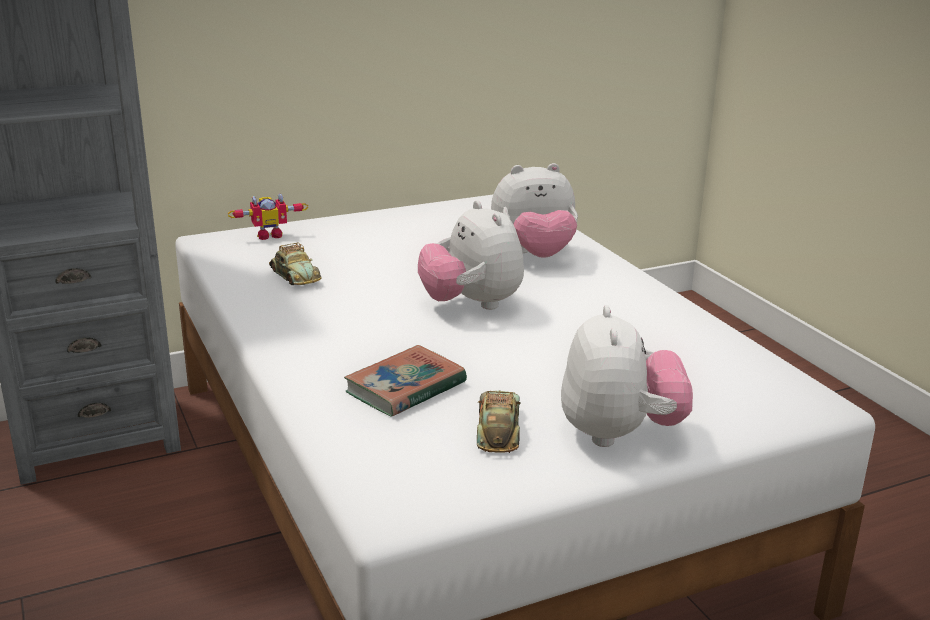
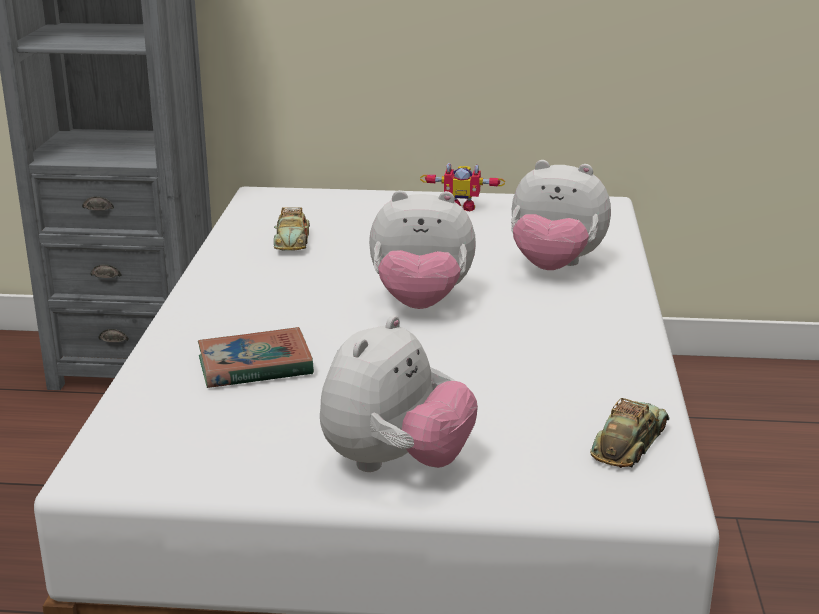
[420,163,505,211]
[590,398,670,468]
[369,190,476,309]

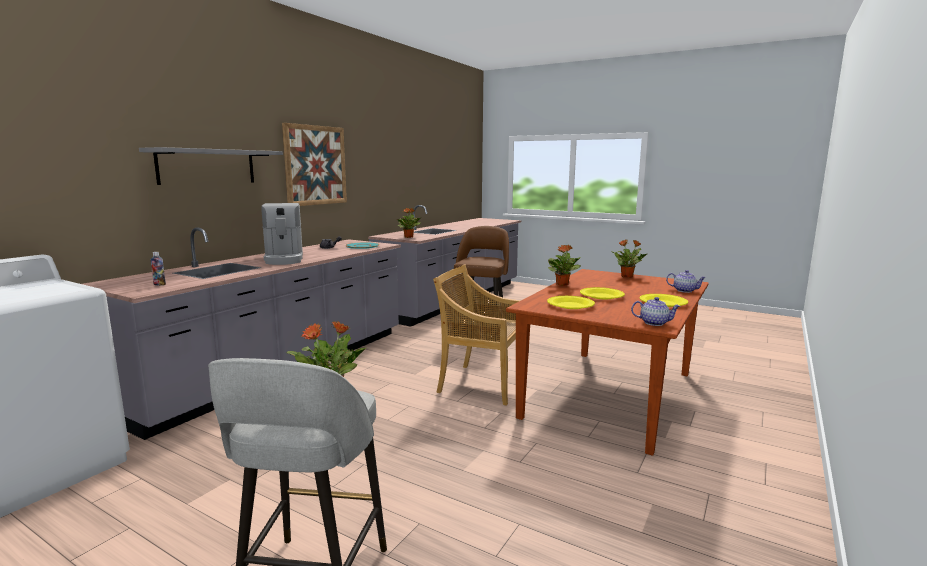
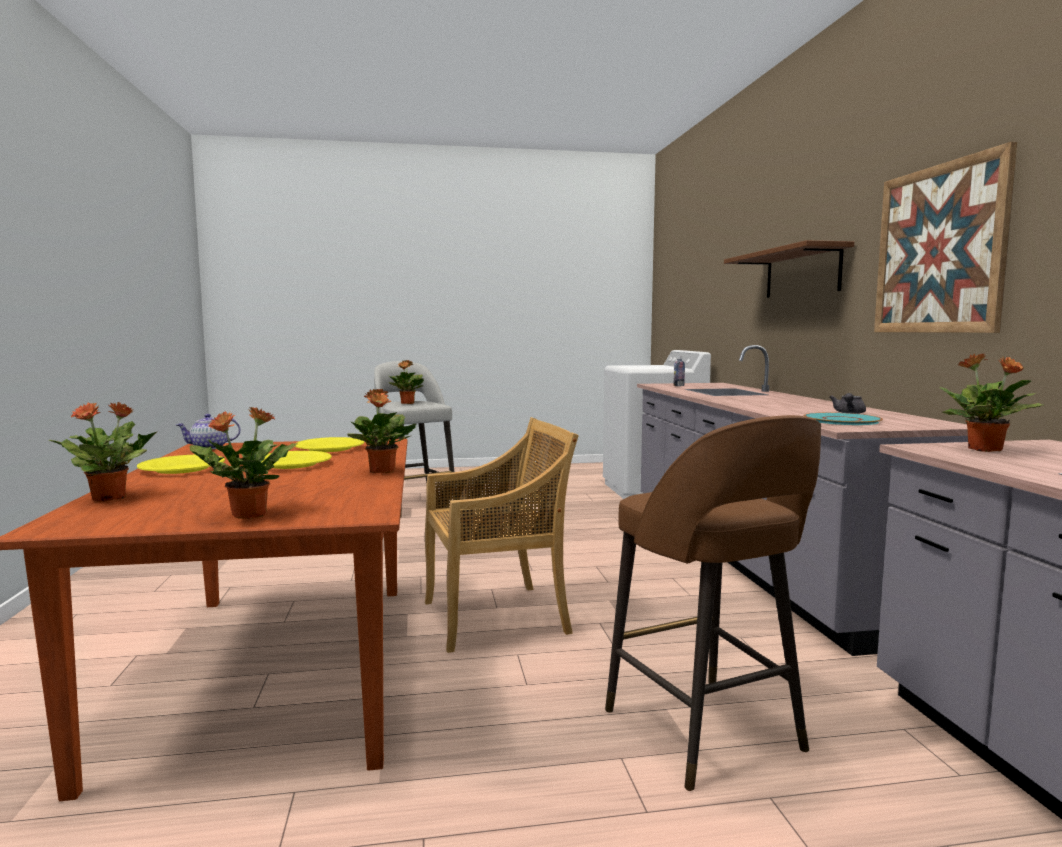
[261,203,303,265] (first image)
[49,402,157,502]
[724,240,854,298]

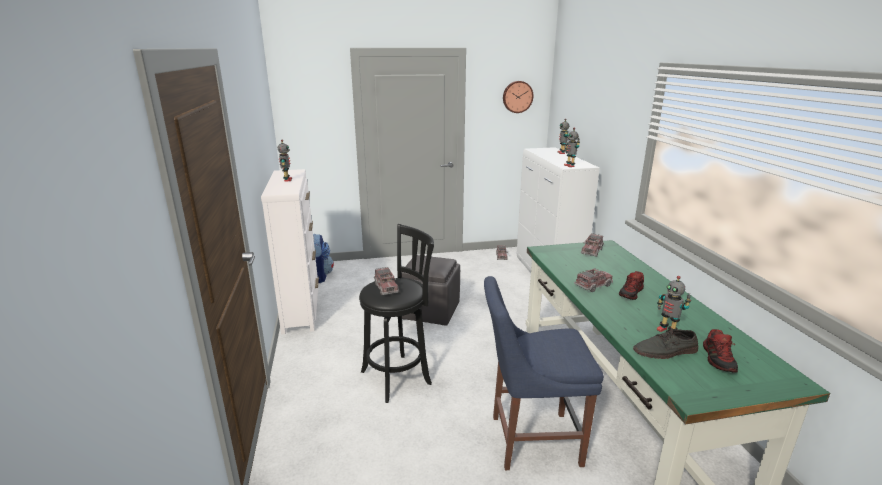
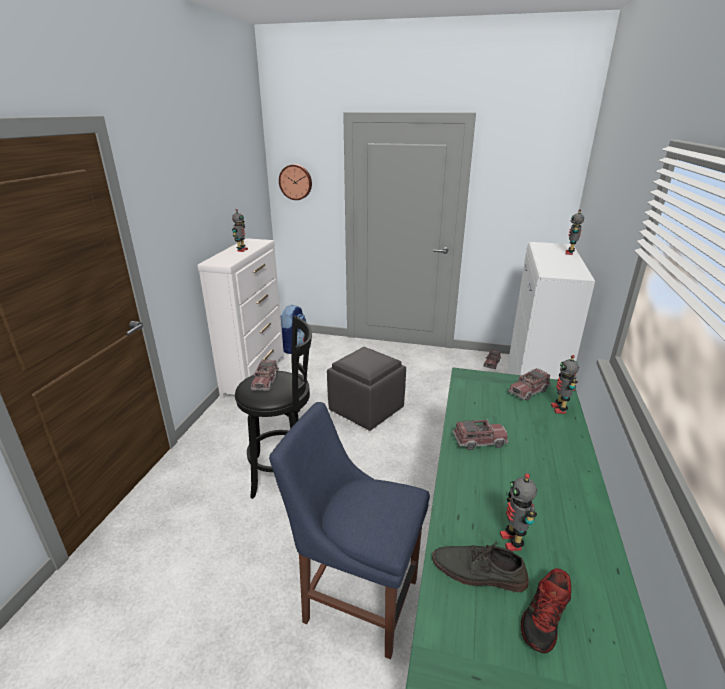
[619,271,644,300] (first image)
[279,164,312,200]
[551,355,579,414]

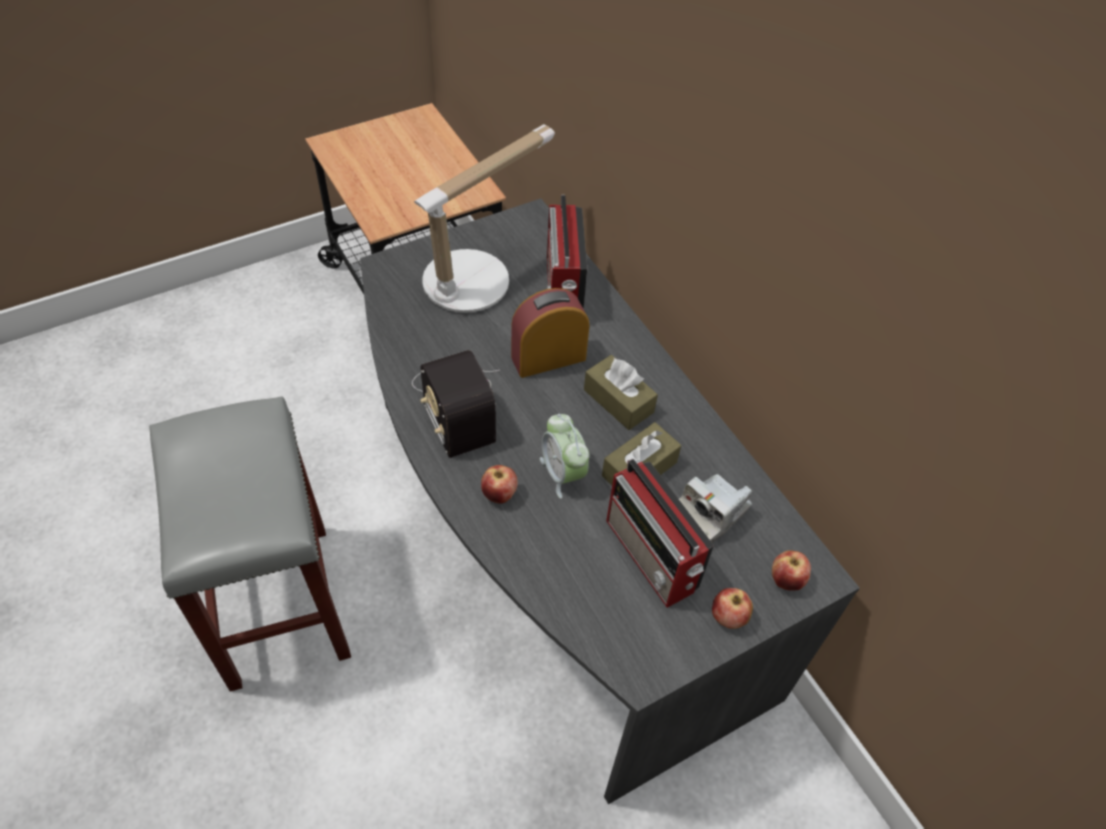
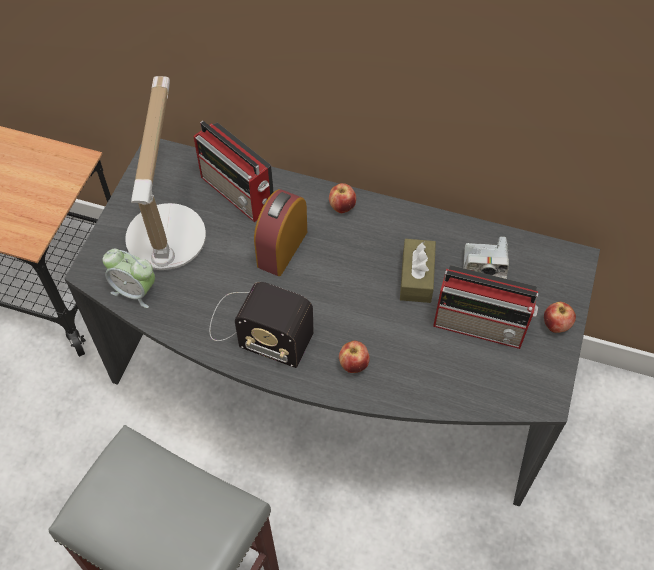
[584,355,658,430] (first image)
[102,249,155,308]
[329,183,356,213]

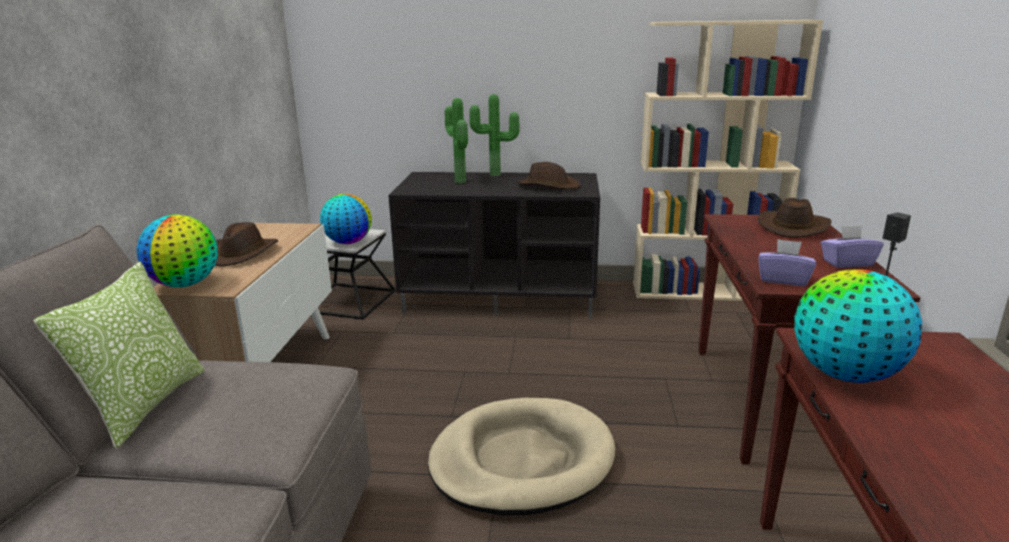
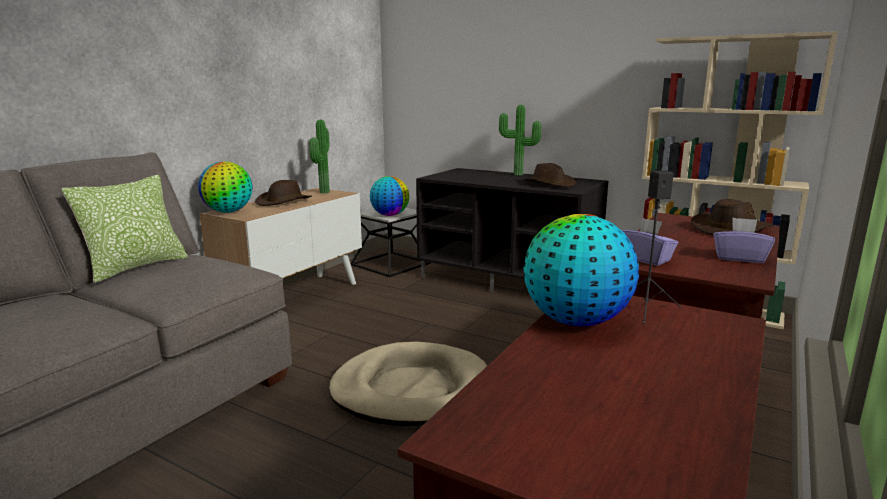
[309,120,330,193]

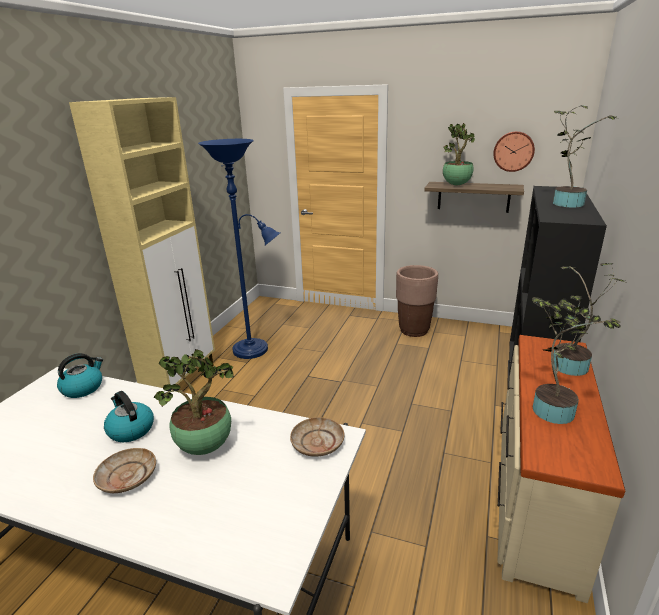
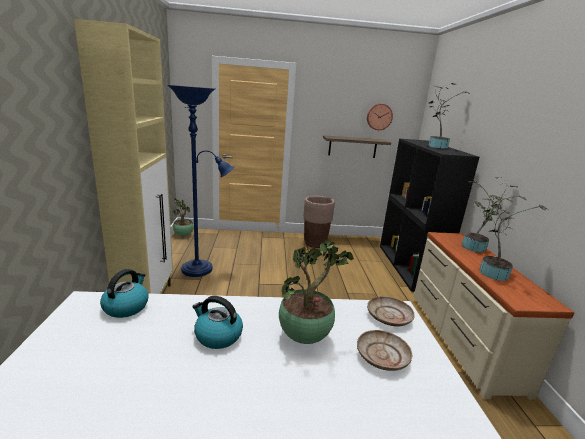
[357,330,412,371]
[173,199,194,236]

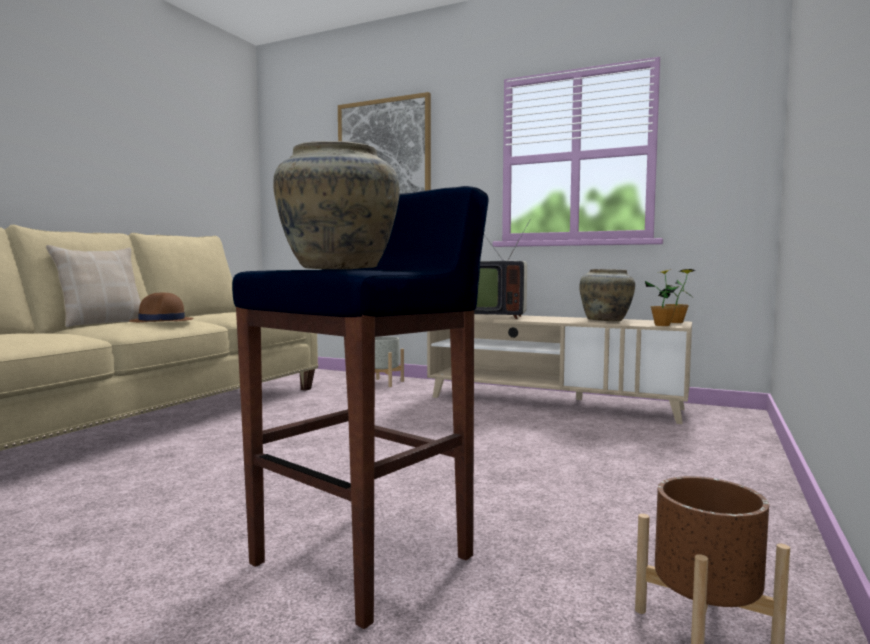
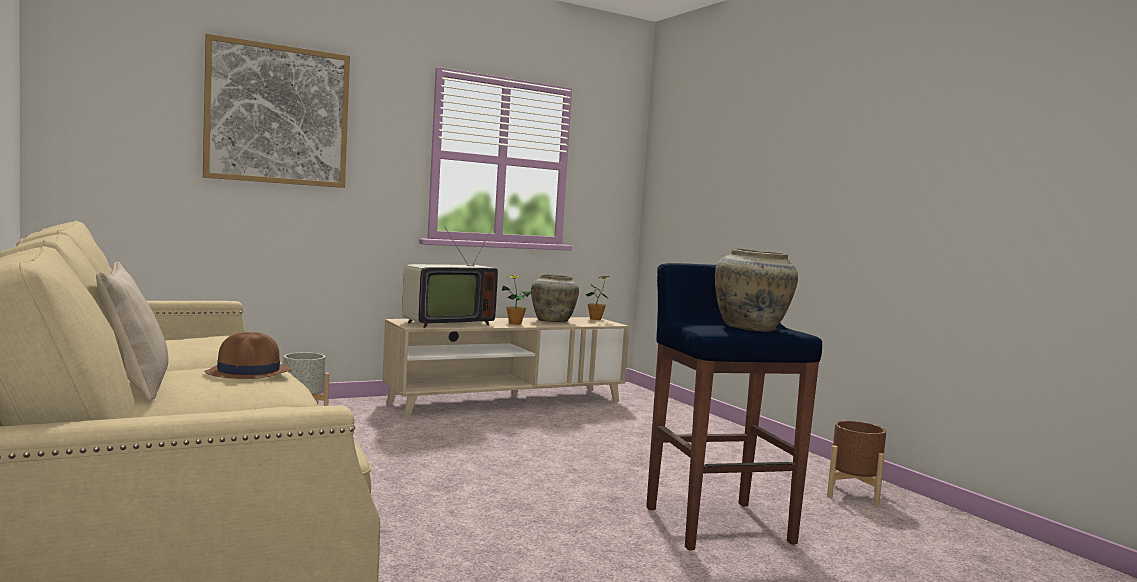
[502,275,532,325]

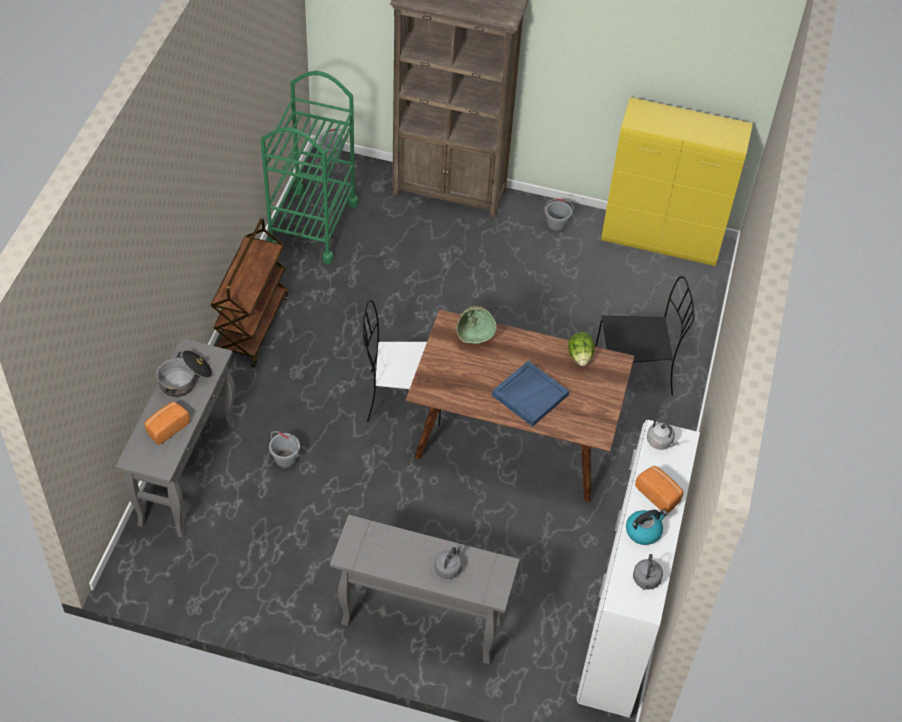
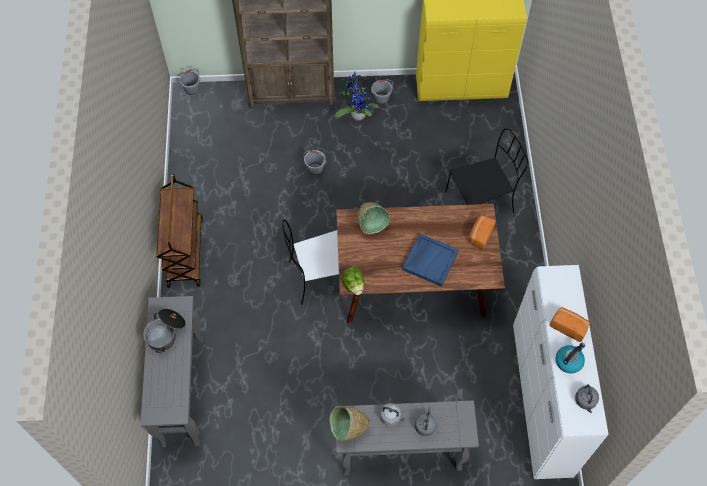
[261,71,358,264] (first image)
[329,406,370,441]
[335,72,379,121]
[468,216,496,250]
[303,150,326,175]
[342,267,364,295]
[380,403,406,426]

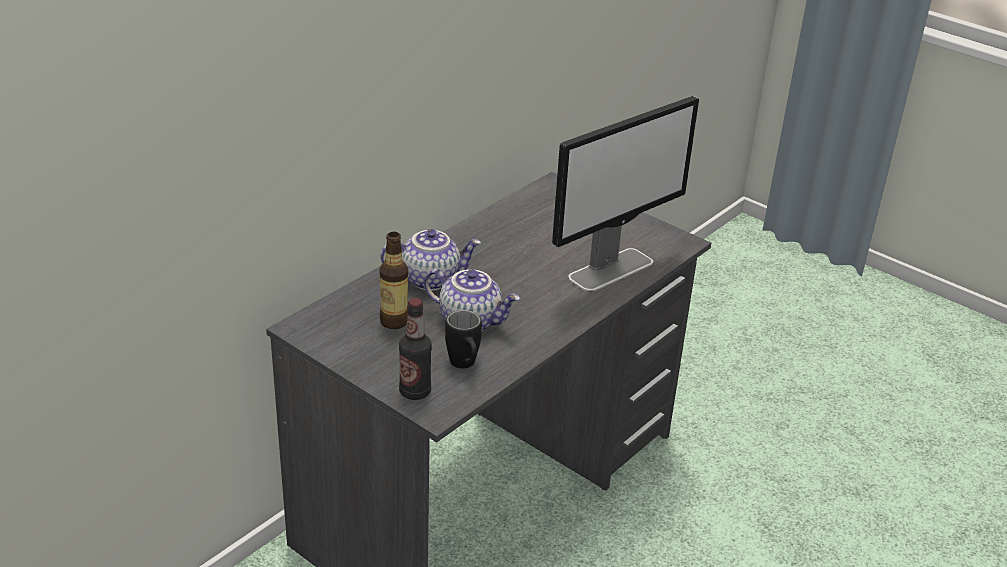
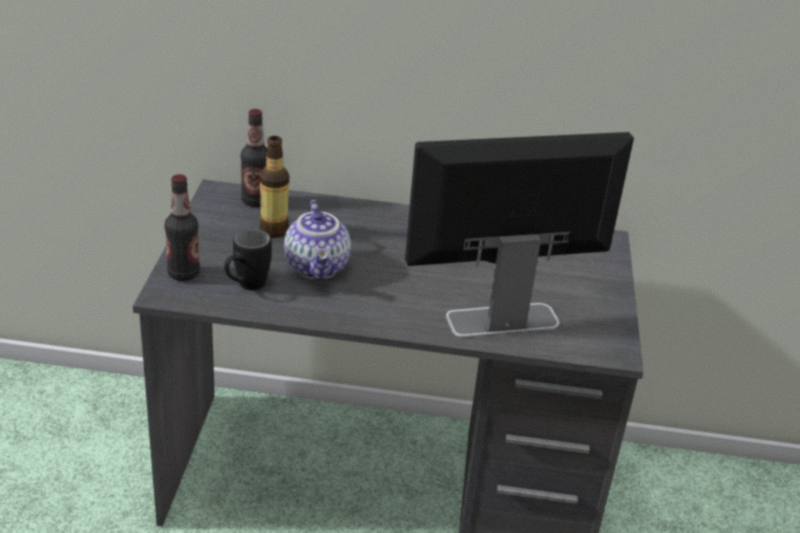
[380,229,481,291] (first image)
[241,109,267,207]
[405,132,634,337]

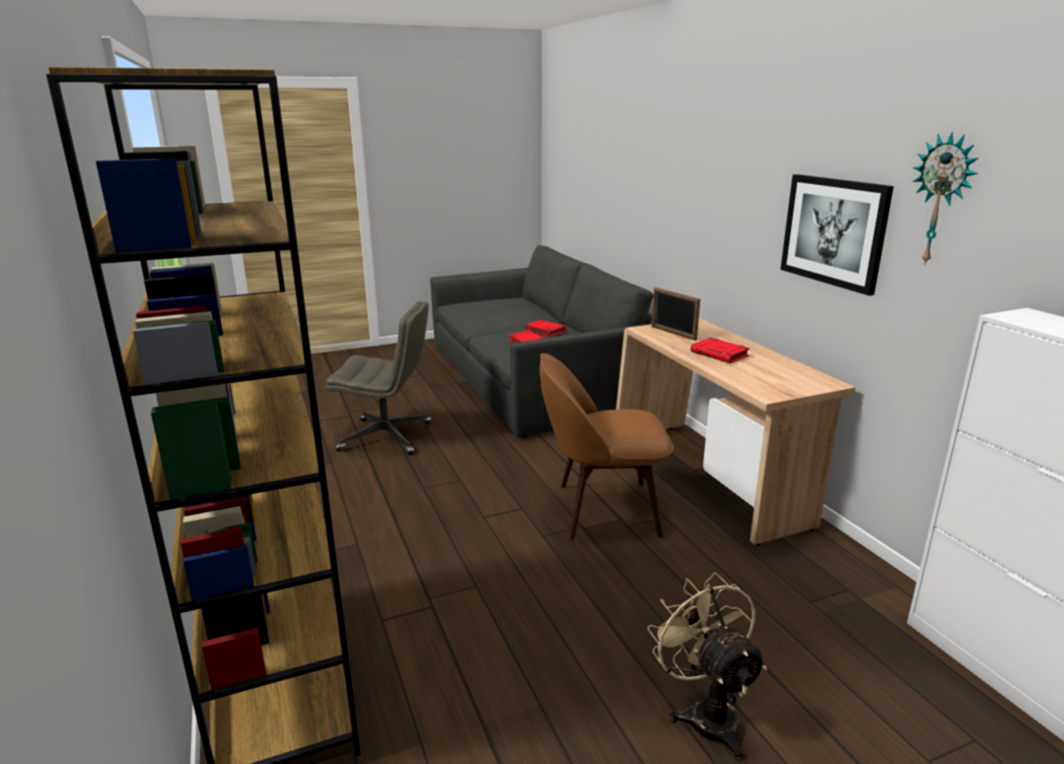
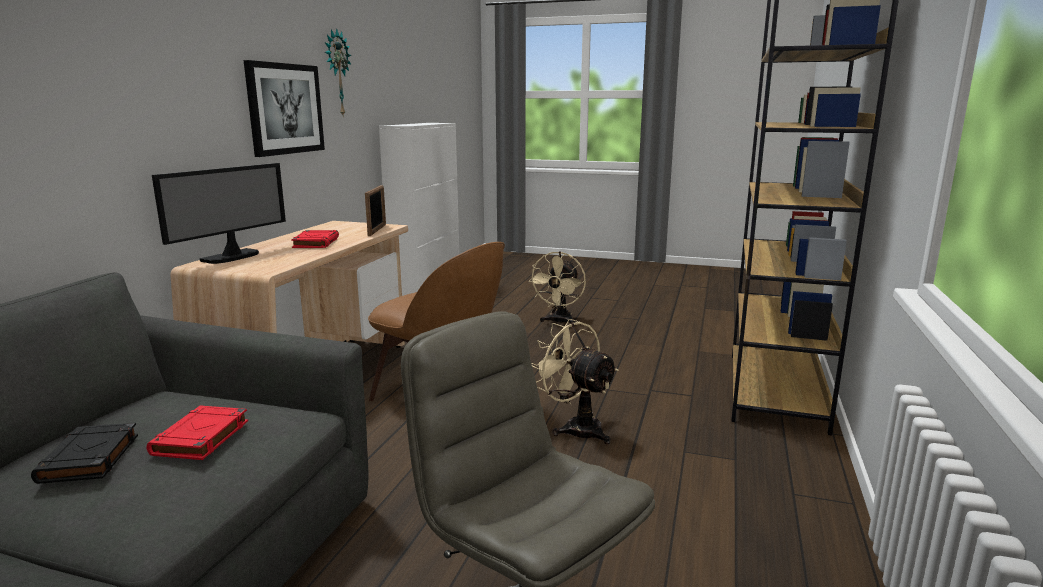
[152,163,286,264]
[531,319,619,444]
[365,185,386,236]
[31,423,138,484]

